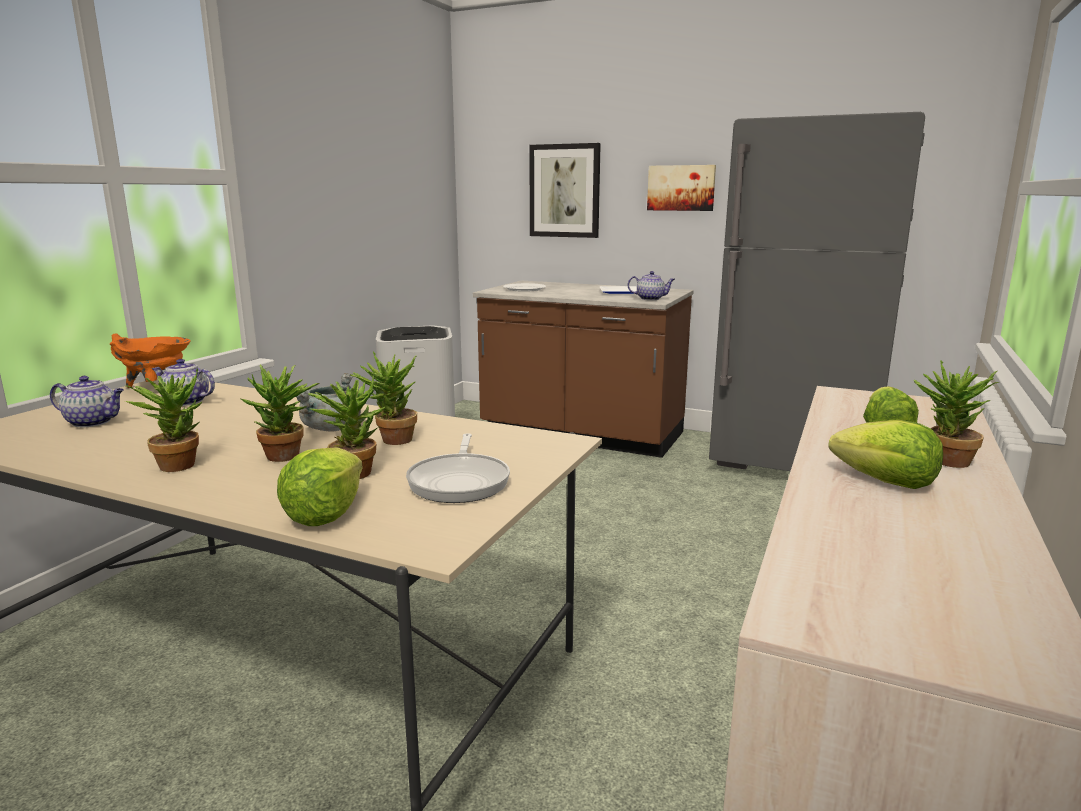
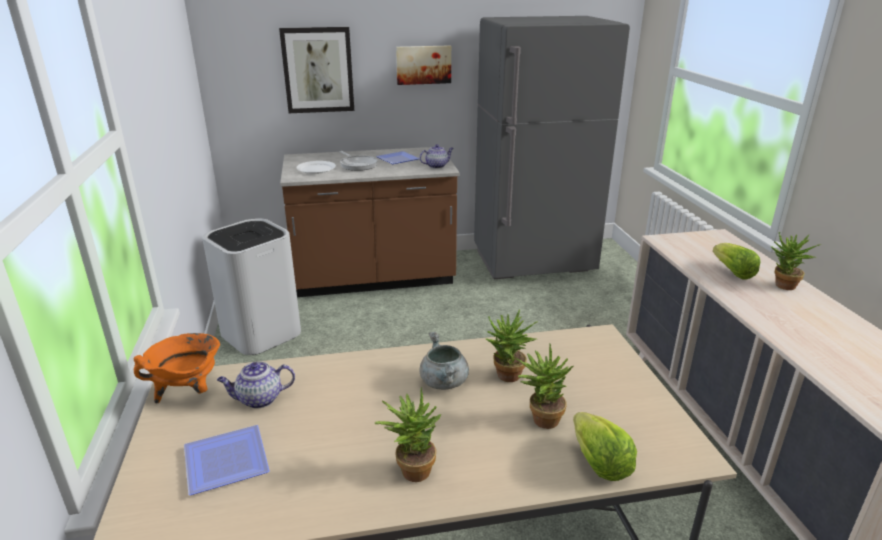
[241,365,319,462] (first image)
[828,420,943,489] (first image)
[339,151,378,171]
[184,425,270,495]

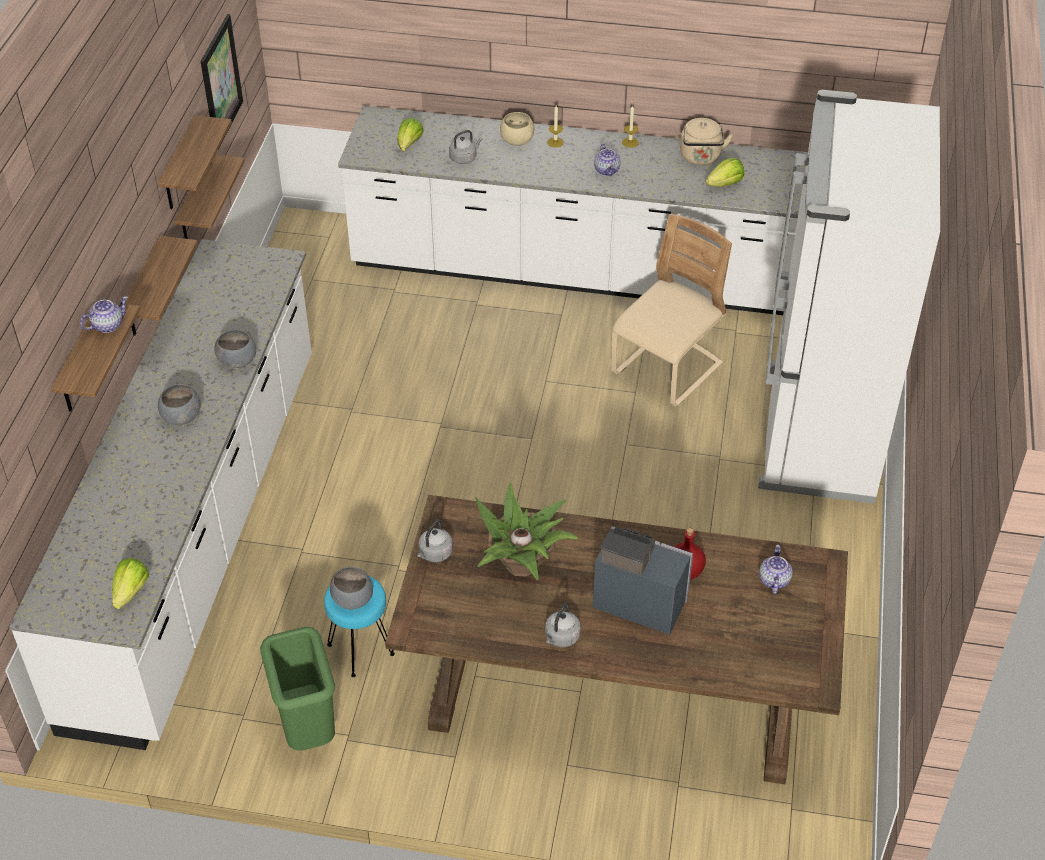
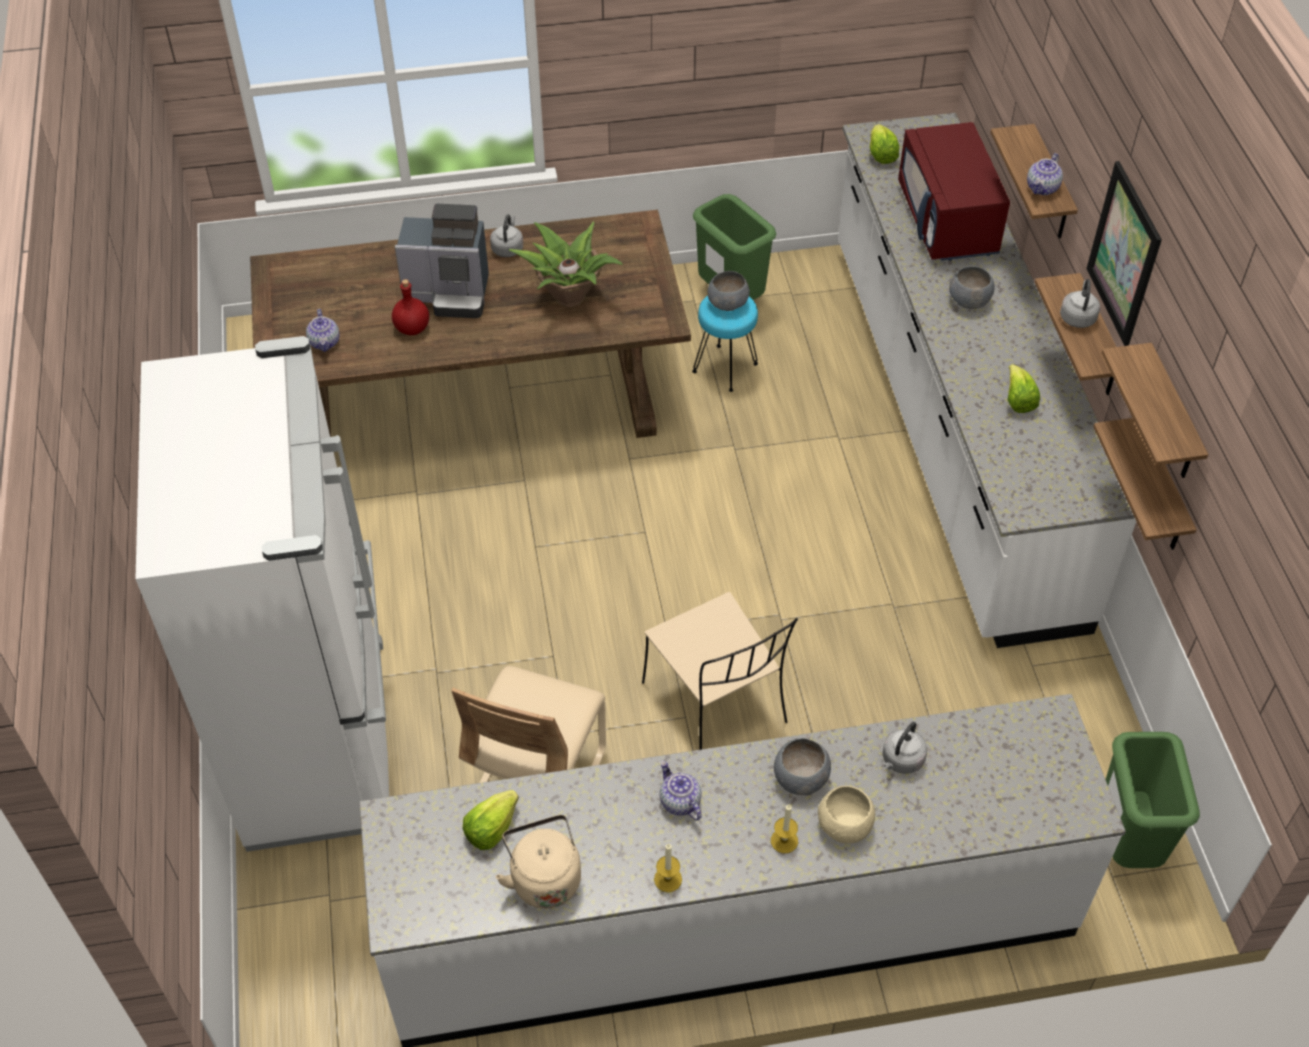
[642,592,798,750]
[898,122,1010,261]
[1105,732,1200,868]
[1087,161,1162,346]
[774,738,831,795]
[1008,364,1040,413]
[1060,279,1100,328]

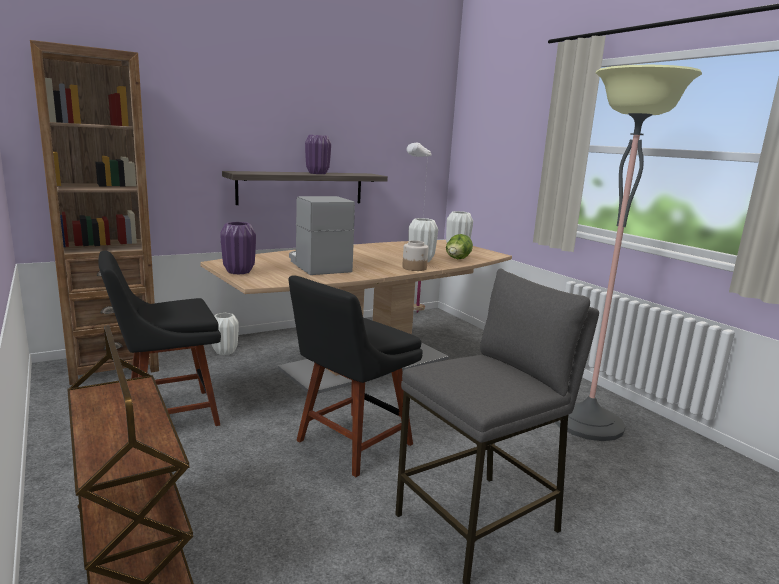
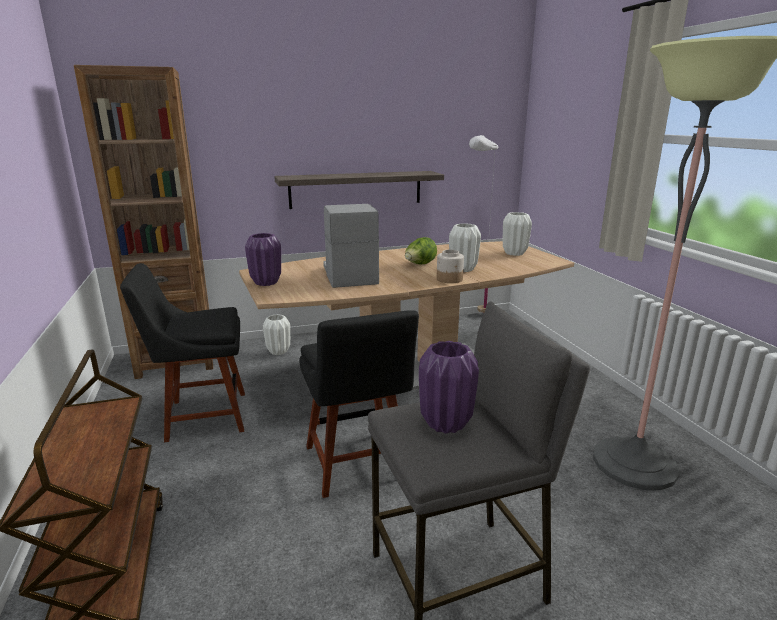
[419,341,479,434]
[405,237,437,265]
[299,310,419,498]

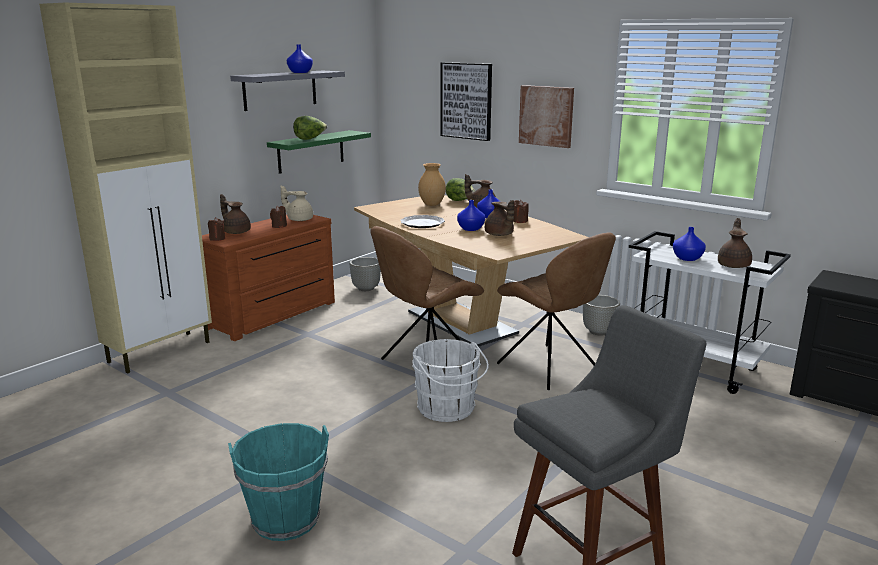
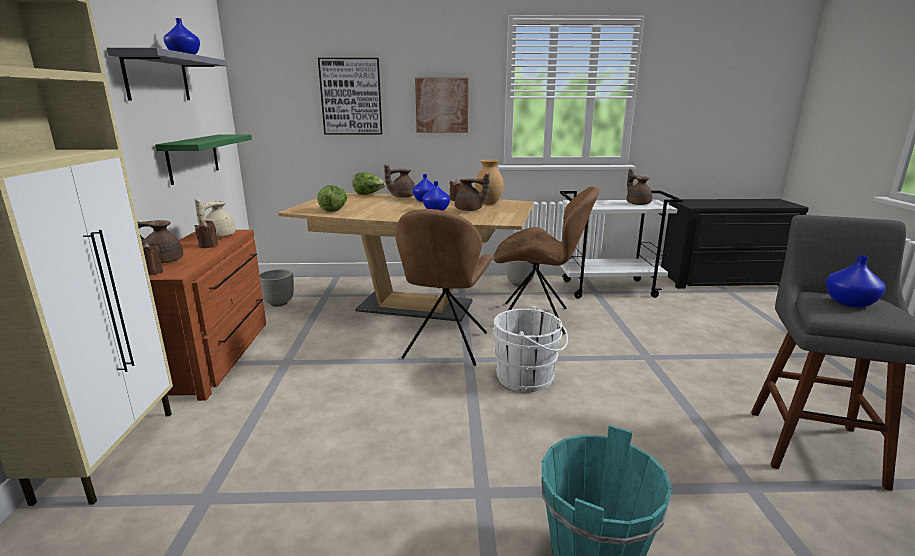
[400,215,445,228] (first image)
[317,185,347,212]
[475,160,504,205]
[826,255,886,308]
[194,199,236,237]

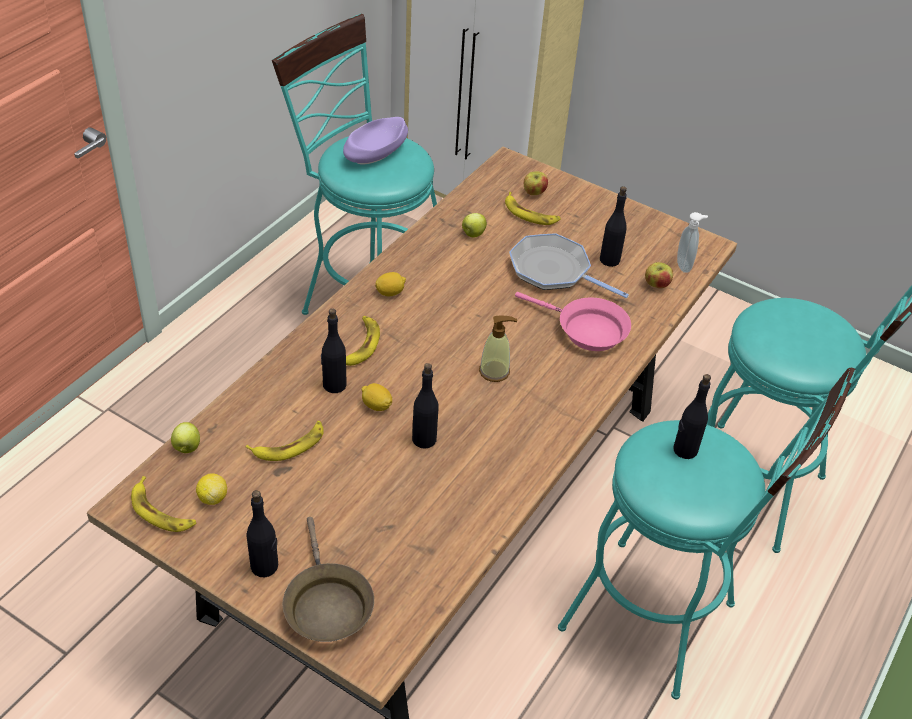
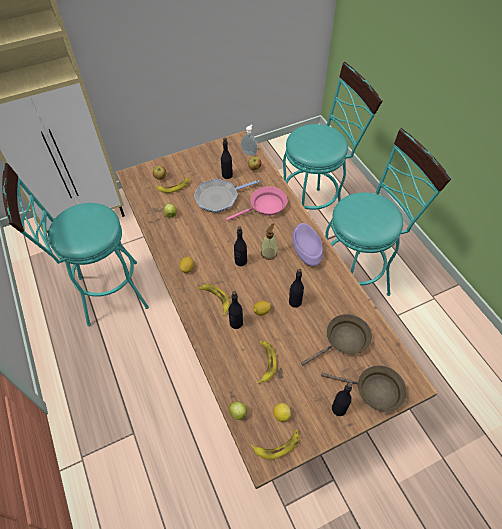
[301,314,372,366]
[292,223,323,266]
[234,226,247,267]

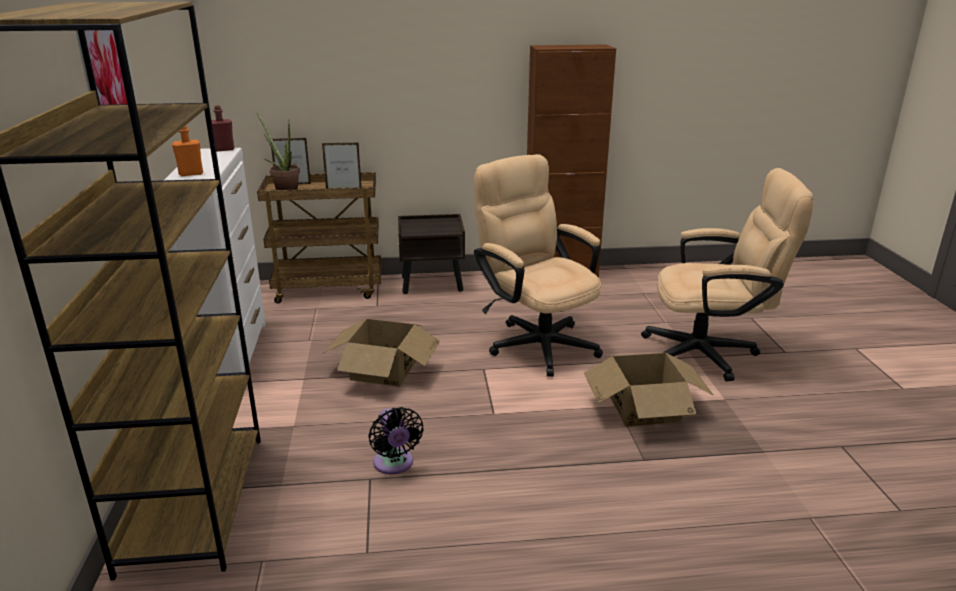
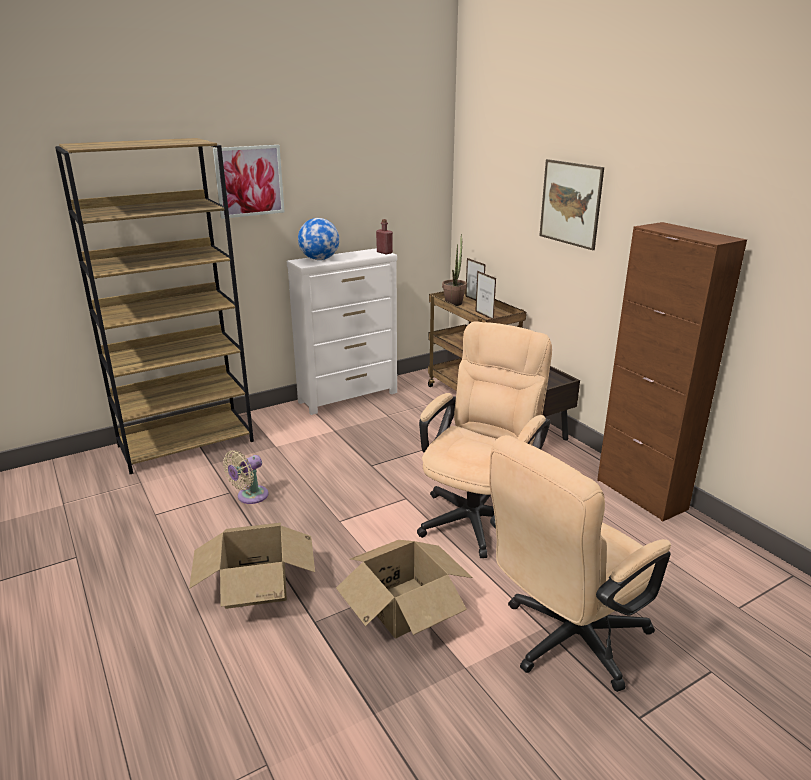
[539,159,604,250]
[189,523,315,609]
[298,218,339,260]
[223,450,269,504]
[489,435,671,692]

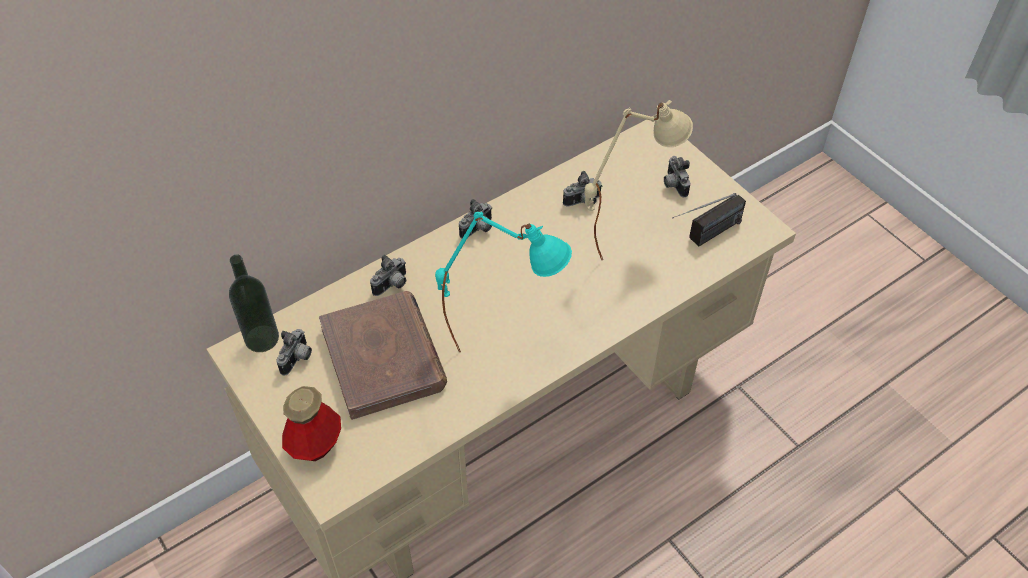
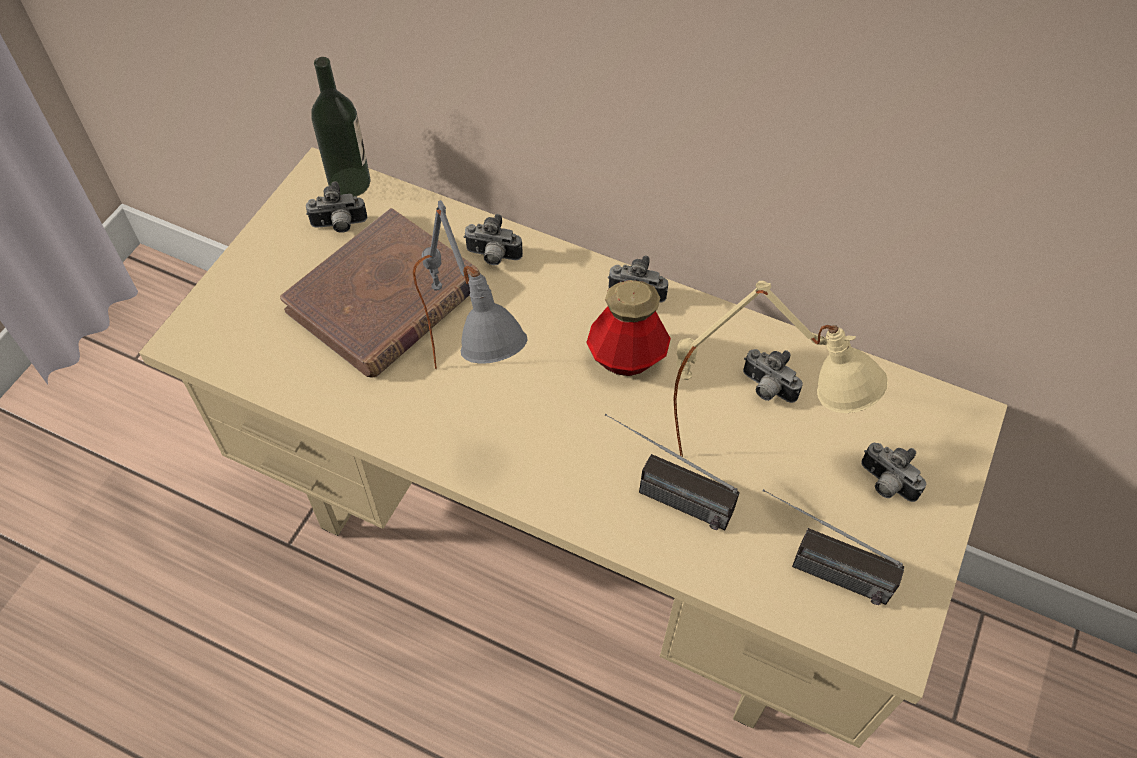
[605,414,740,530]
[586,280,671,376]
[413,200,528,369]
[861,443,926,502]

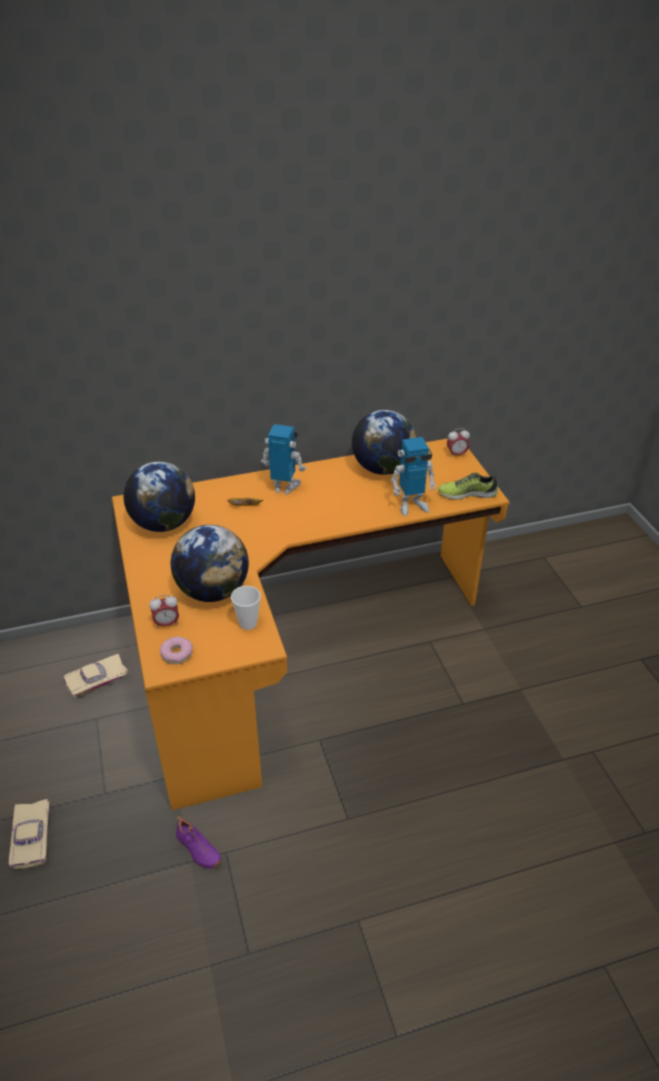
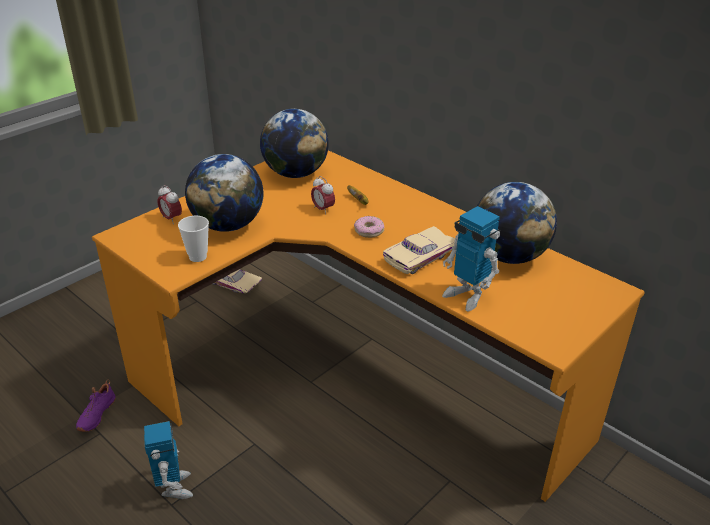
[438,473,498,500] (first image)
[383,226,455,274]
[354,216,384,238]
[144,421,193,499]
[311,176,335,215]

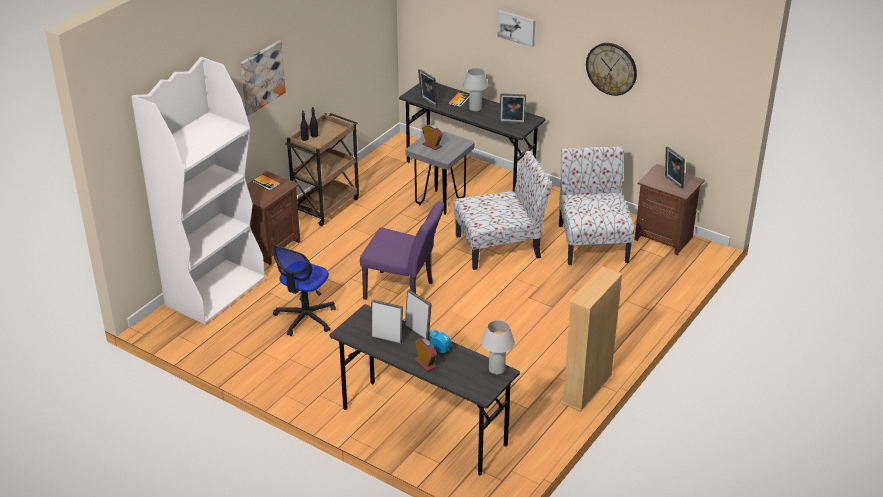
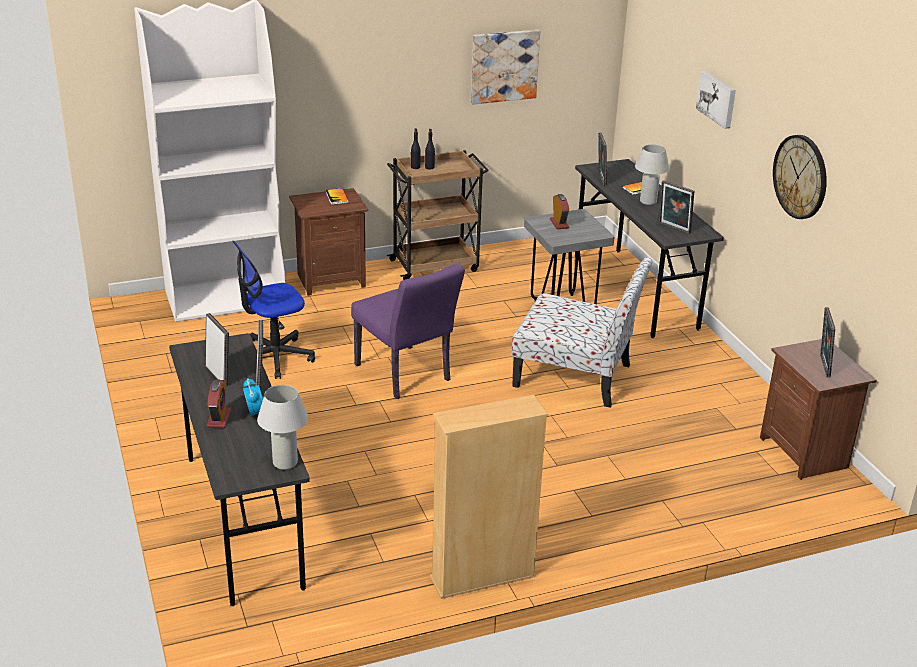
[559,146,634,265] (first image)
[471,30,540,104]

